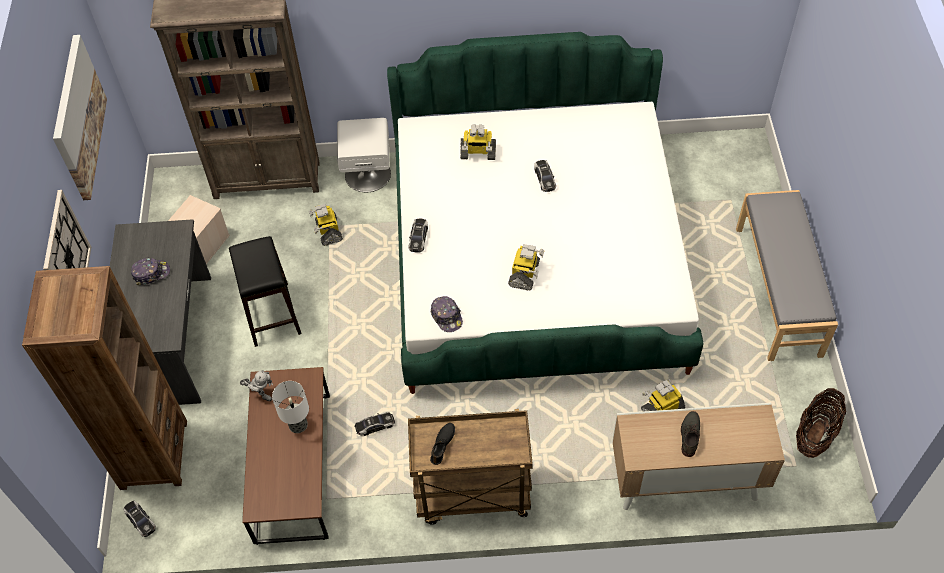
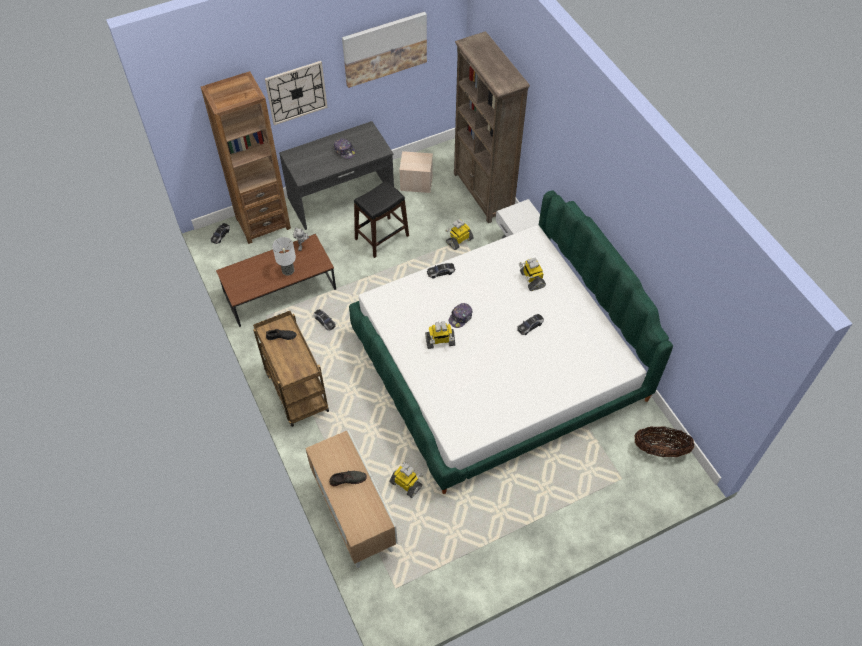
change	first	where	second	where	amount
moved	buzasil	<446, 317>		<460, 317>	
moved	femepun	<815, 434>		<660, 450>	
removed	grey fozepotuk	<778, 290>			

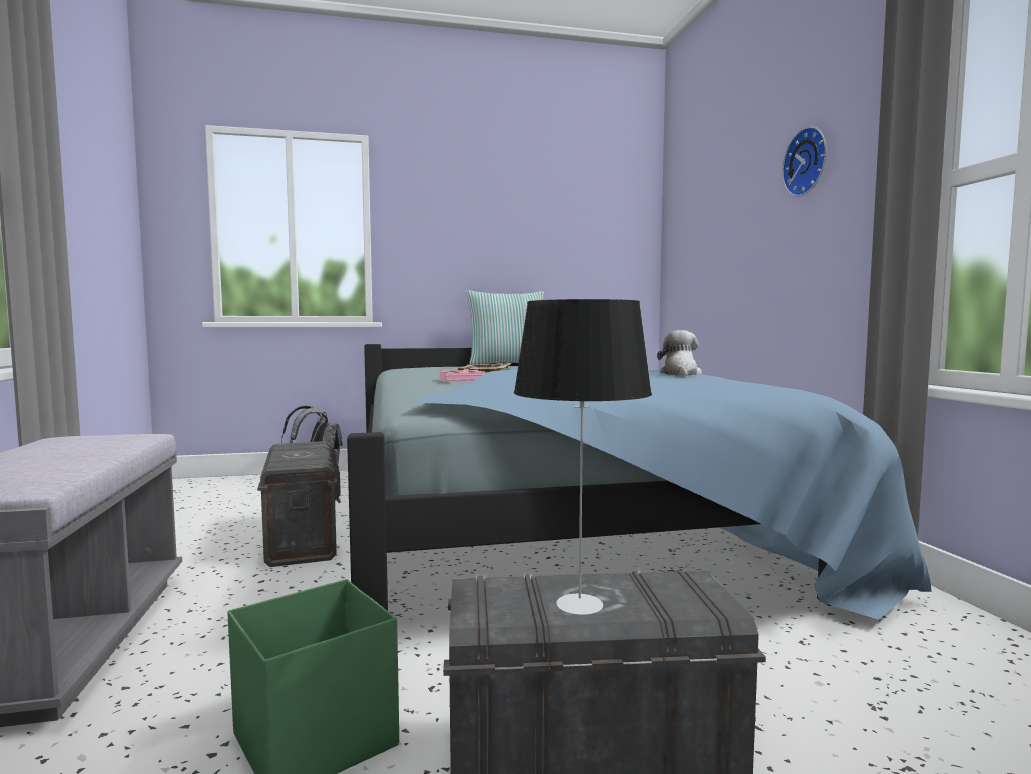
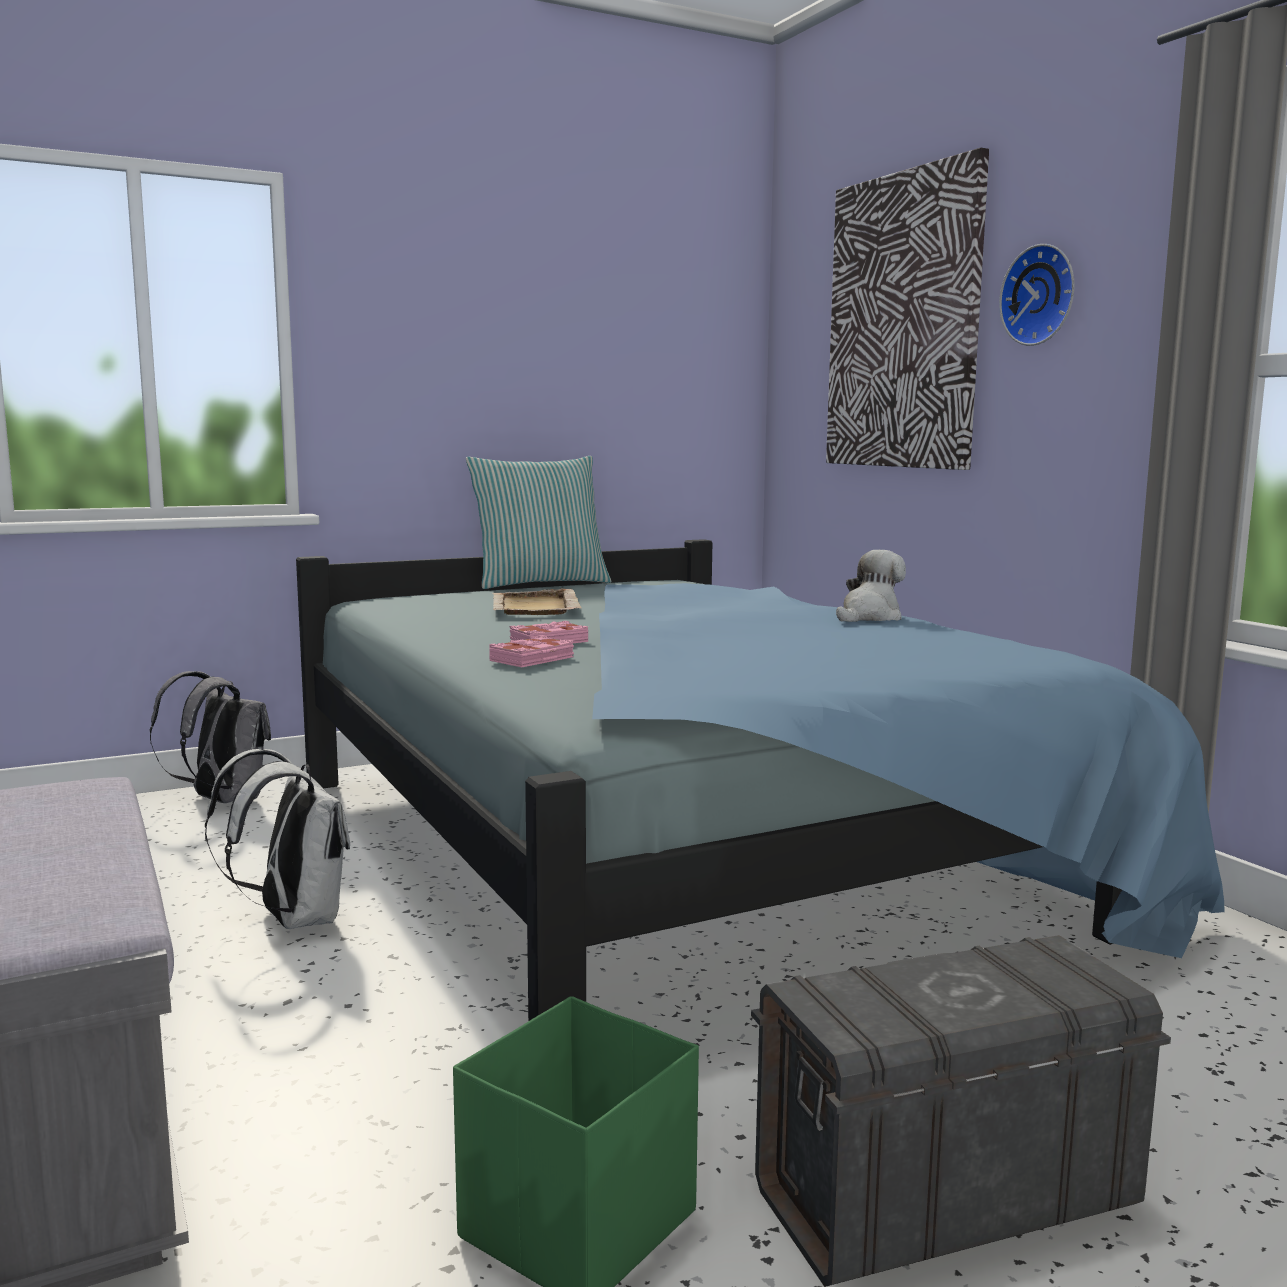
change	first	where	second	where	amount
replaced	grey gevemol	<302, 539>	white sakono	<293, 919>	
added			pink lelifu	<532, 659>	
added			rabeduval	<903, 322>	
turned	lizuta	<680, 374>		<869, 617>	45 degrees clockwise
removed	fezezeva	<581, 604>			

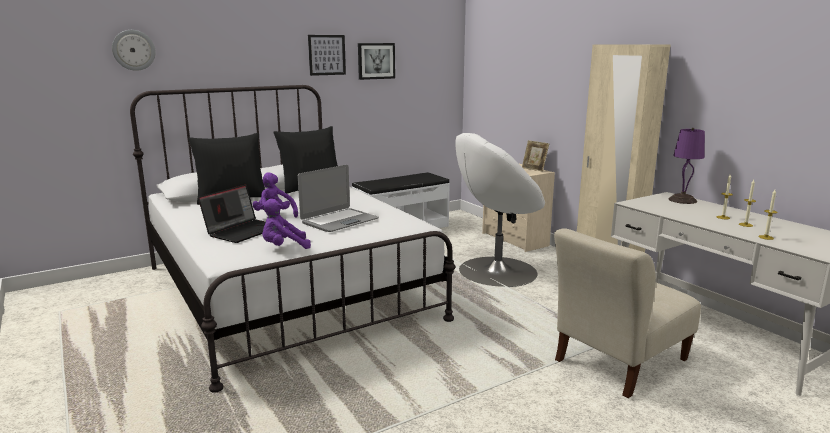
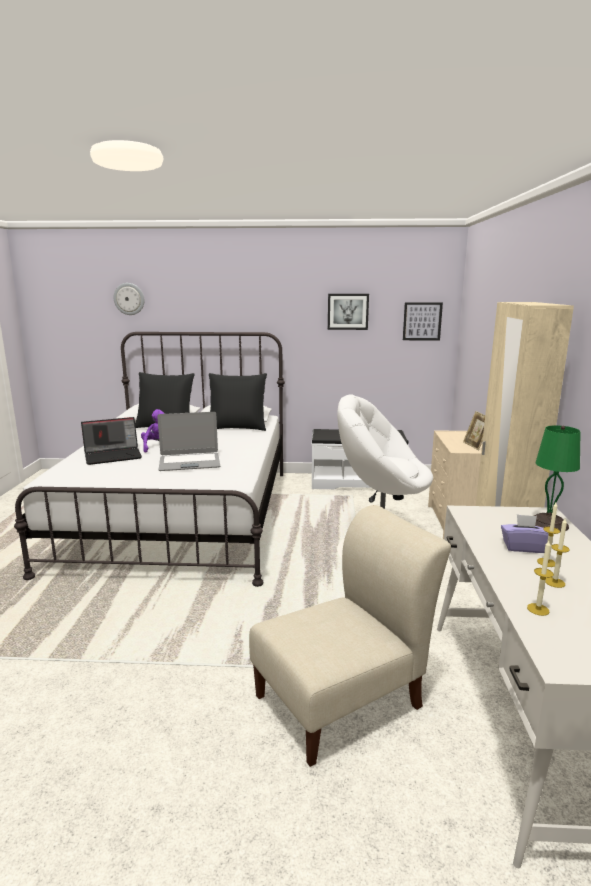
change	first	where	second	where	amount
turned	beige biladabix	<617, 362>		<344, 698>	150 degrees clockwise
moved	rabeduval	<327, 55>		<422, 321>	
added			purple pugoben	<523, 547>	
recoloured	purple fezezeva	<682, 200>	green fezezeva	<547, 524>	
removed	purple lizuta	<284, 247>			

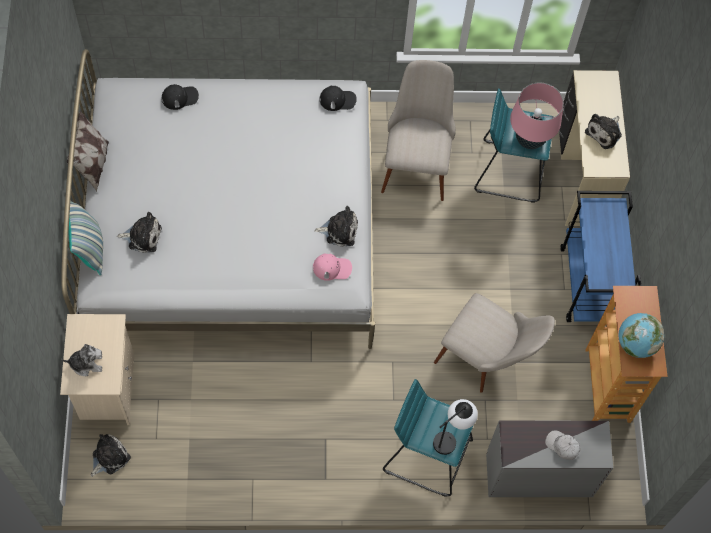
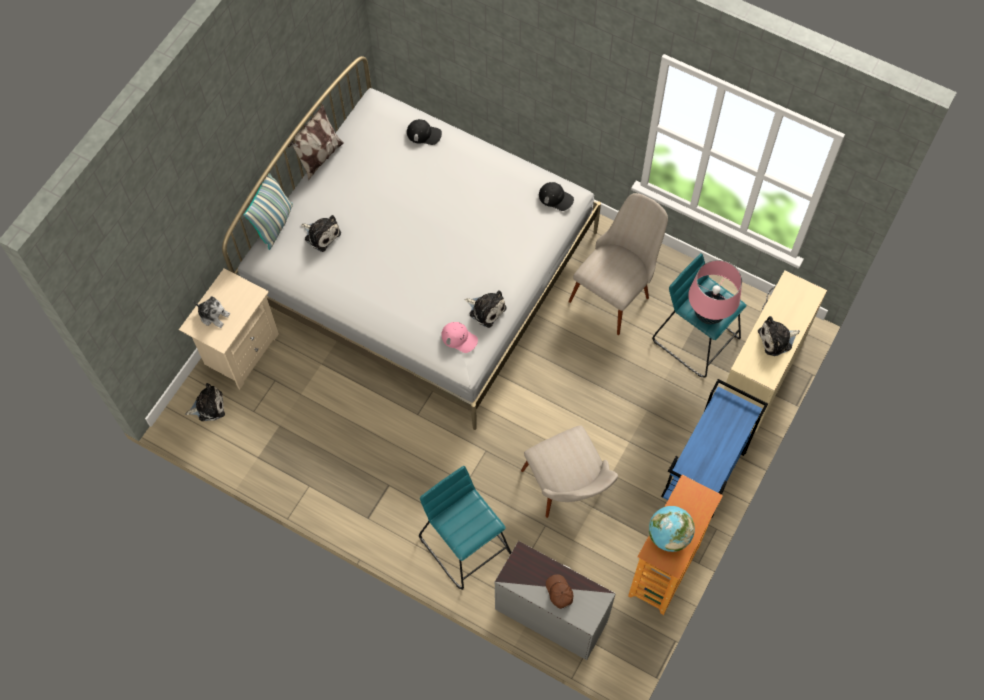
change	first	where	second	where	amount
recoloured	white buzasil	<562, 446>	brown buzasil	<559, 592>	
removed	fezezeva	<451, 437>			

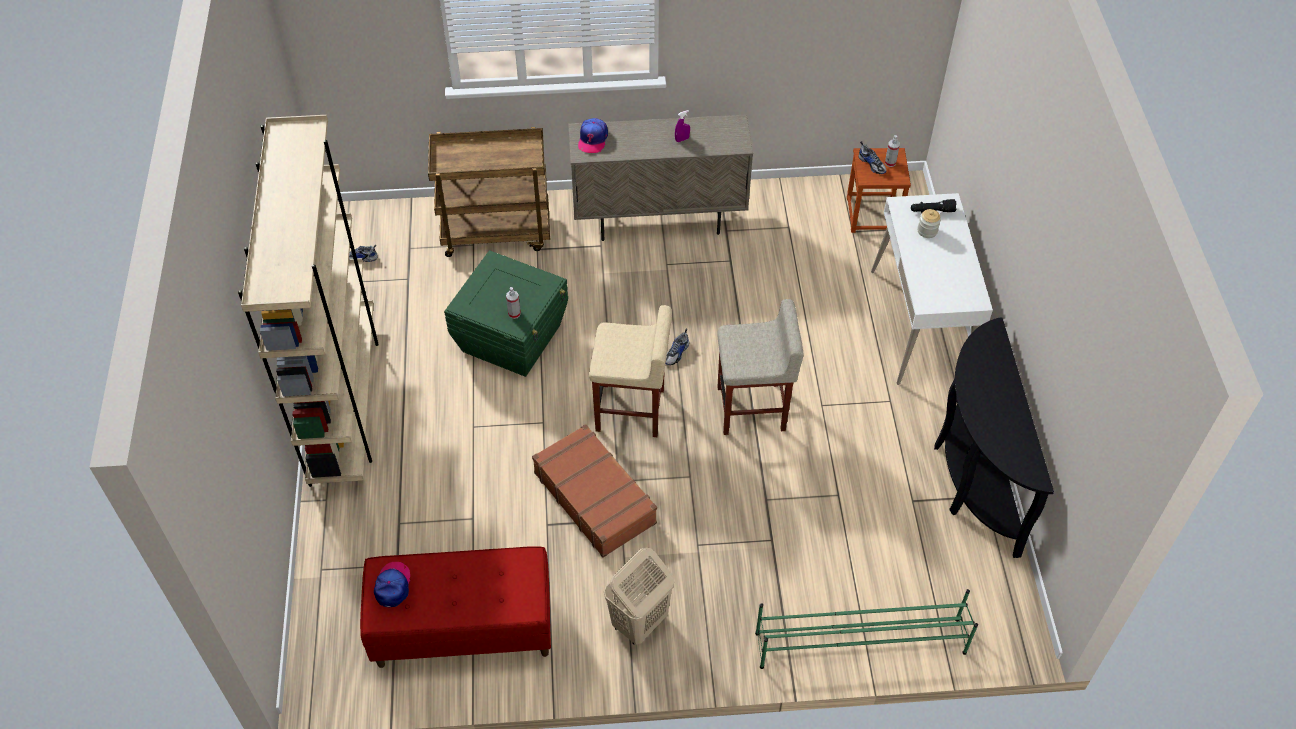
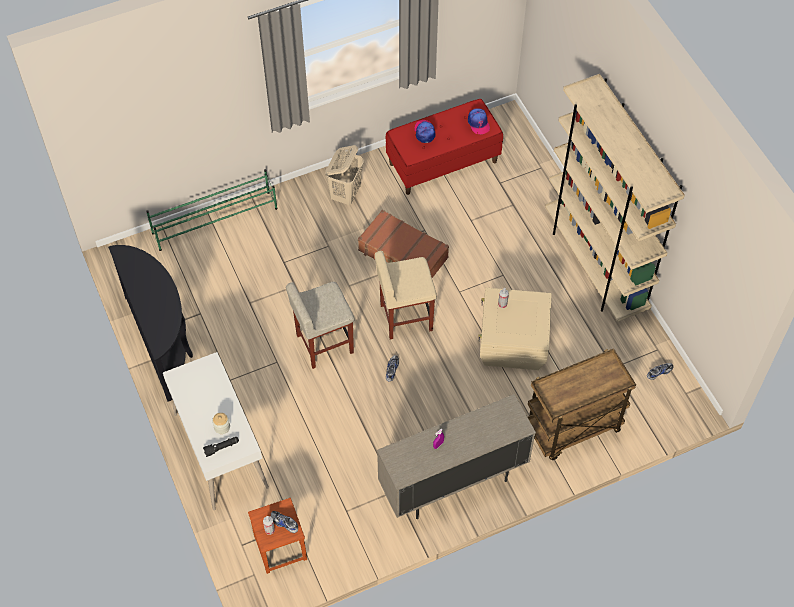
change	first	where	second	where	amount
moved	buzasil	<592, 139>		<424, 132>	
recoloured	green gevemol	<512, 338>	beige gevemol	<512, 345>	

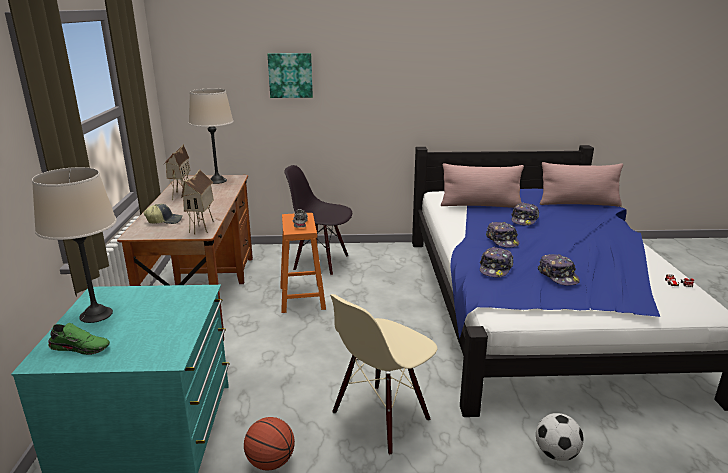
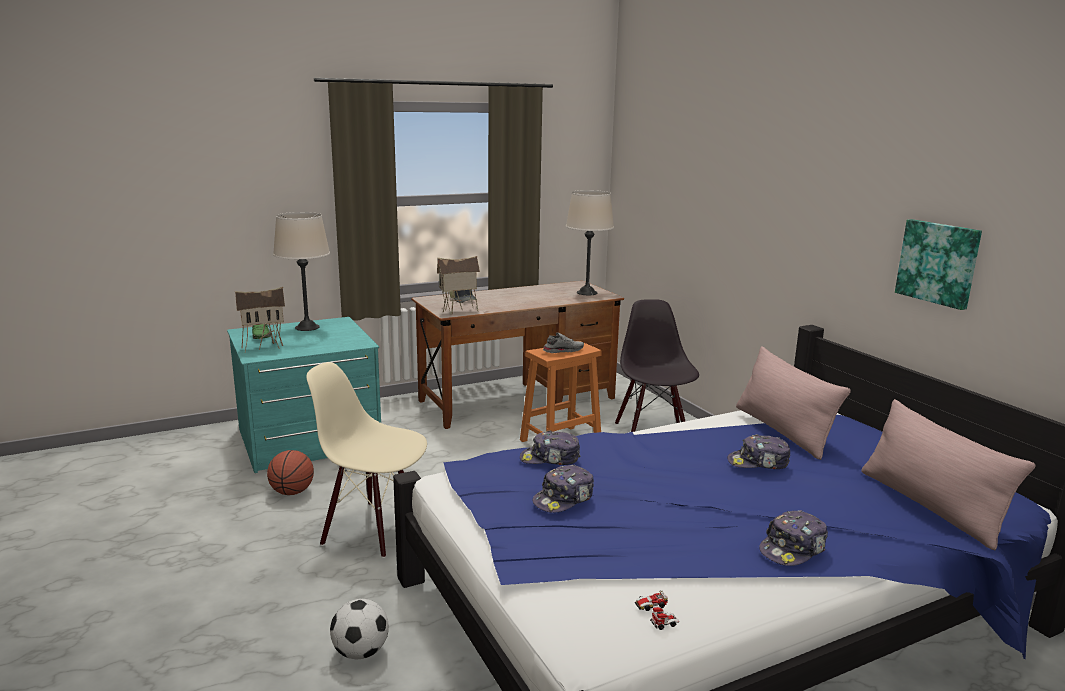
change	first	where	second	where	amount
moved	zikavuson	<180, 195>		<263, 347>	
moved	buzasil	<502, 240>		<793, 549>	
moved	rabeduval	<290, 75>		<938, 263>	

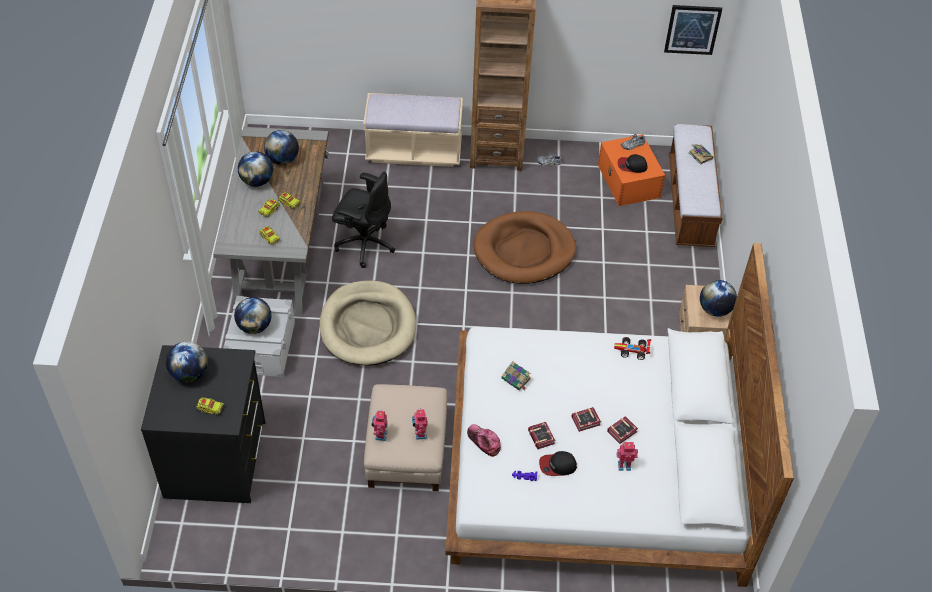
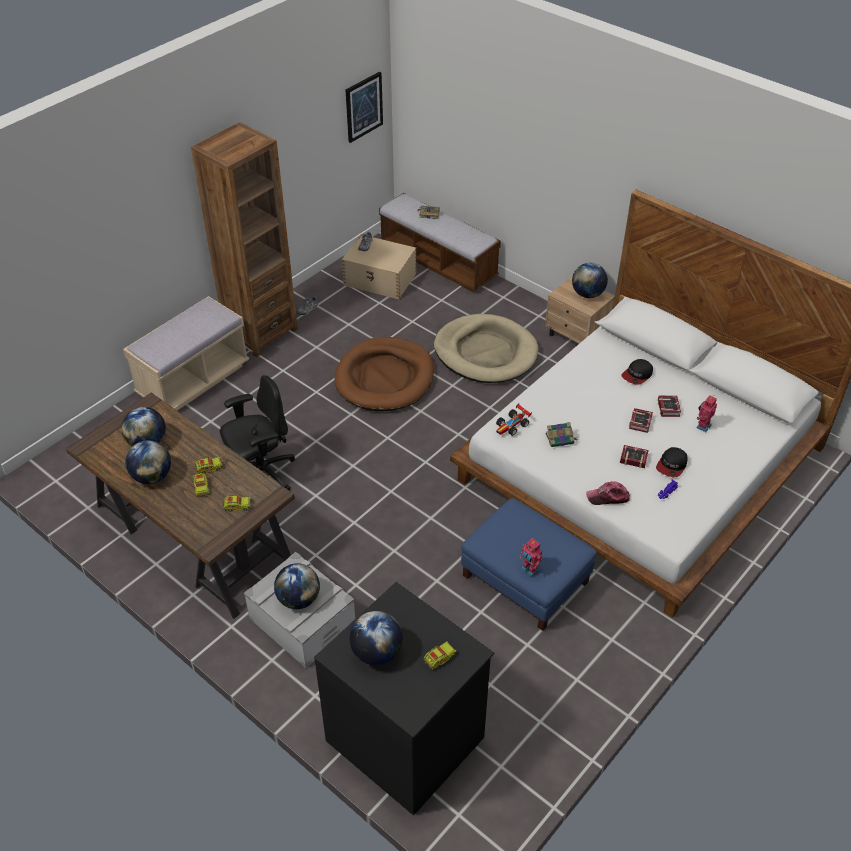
change	first	where	second	where	amount
recoloured	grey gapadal	<280, 246>	brown gapadal	<193, 536>	
recoloured	orange gevemol	<628, 181>	beige gevemol	<380, 279>	
moved	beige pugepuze	<367, 326>		<485, 352>	
recoloured	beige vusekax	<407, 451>	blue vusekax	<526, 578>	
moved	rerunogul	<632, 351>		<512, 425>	
moved	buzasil	<632, 166>		<637, 375>	
removed	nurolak	<419, 434>			

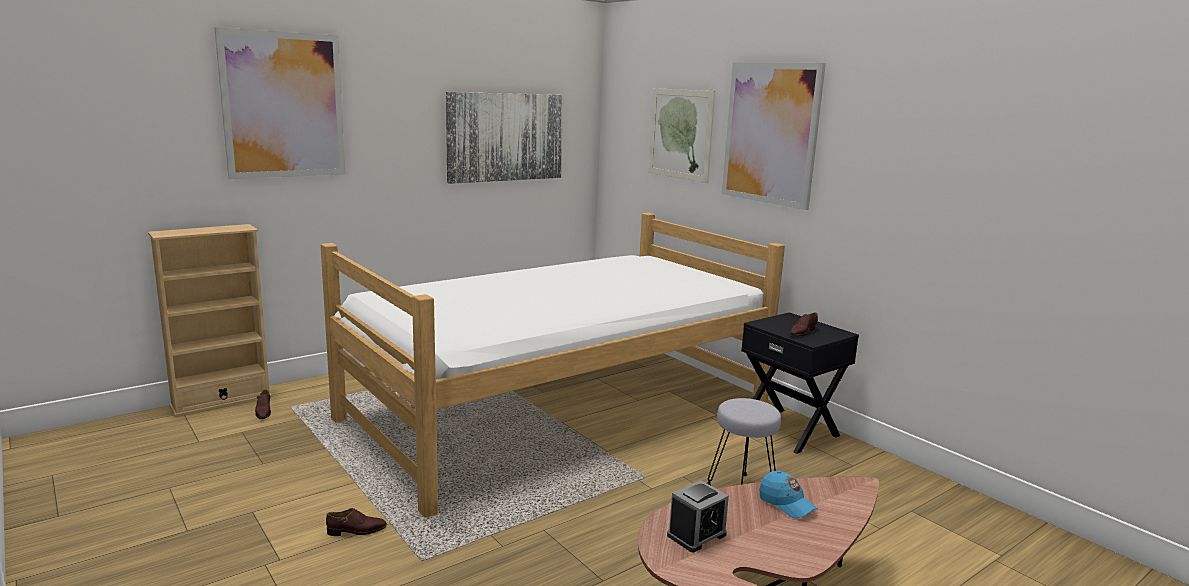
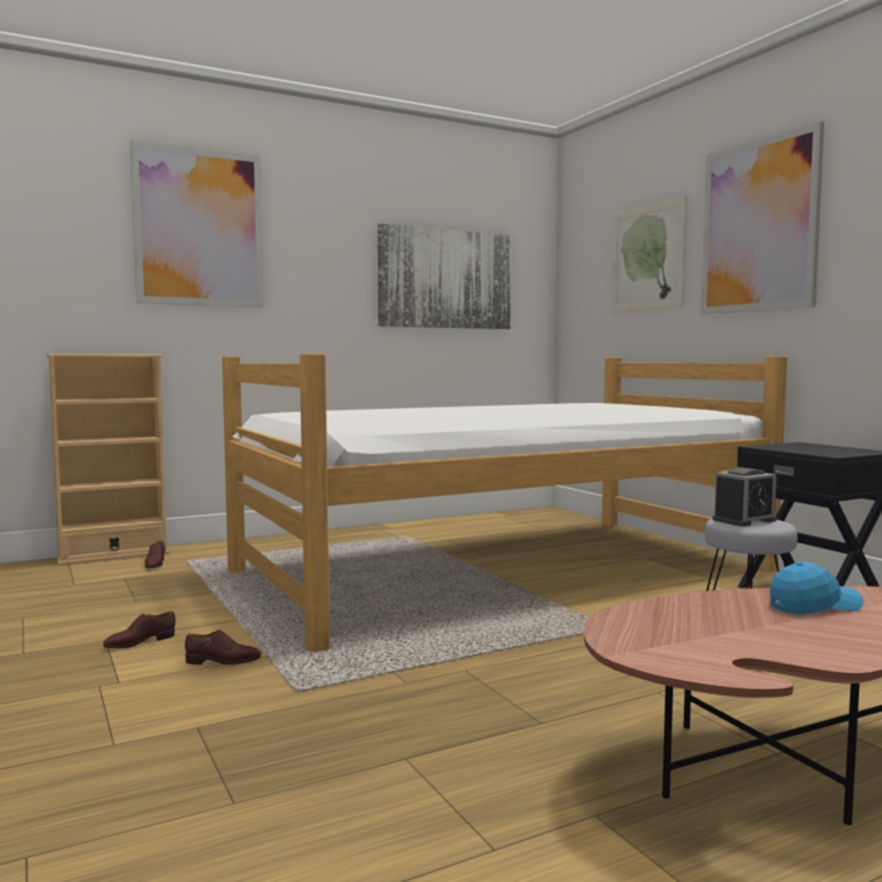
change	first	where	second	where	amount
moved	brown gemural	<802, 332>		<140, 642>	
moved	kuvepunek	<696, 535>		<744, 520>	
turned	blue buzasil	<786, 504>		<814, 606>	75 degrees counterclockwise

